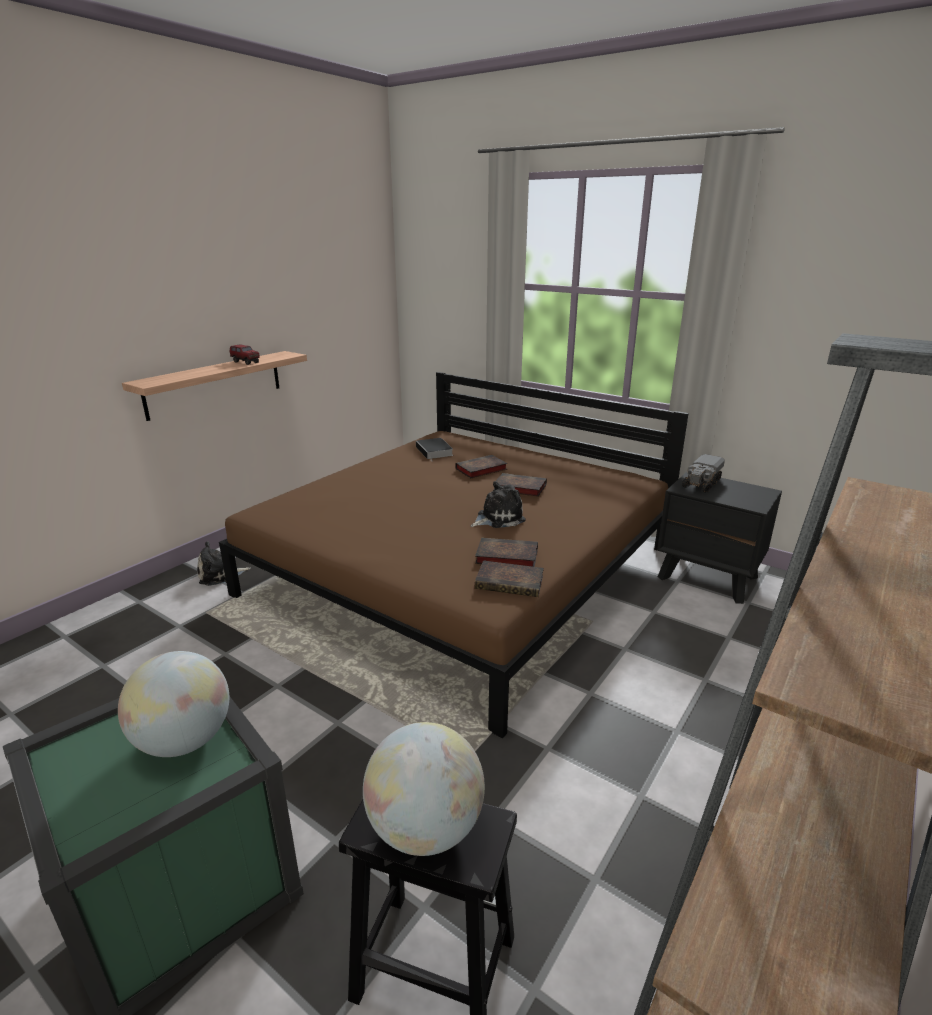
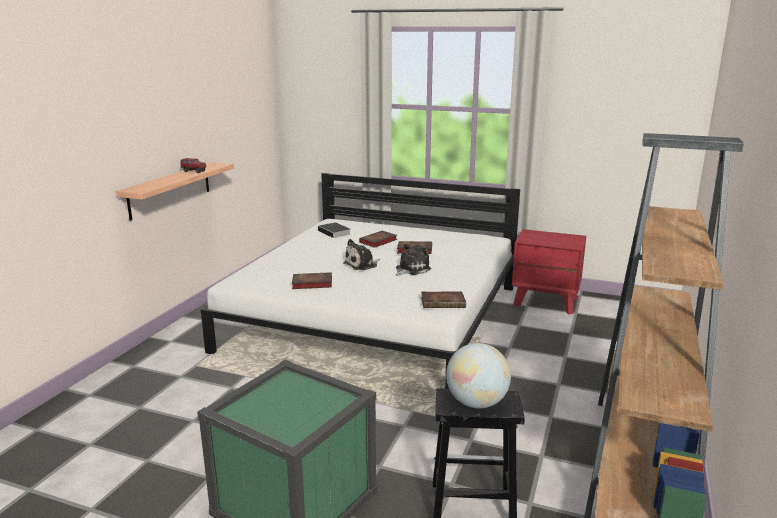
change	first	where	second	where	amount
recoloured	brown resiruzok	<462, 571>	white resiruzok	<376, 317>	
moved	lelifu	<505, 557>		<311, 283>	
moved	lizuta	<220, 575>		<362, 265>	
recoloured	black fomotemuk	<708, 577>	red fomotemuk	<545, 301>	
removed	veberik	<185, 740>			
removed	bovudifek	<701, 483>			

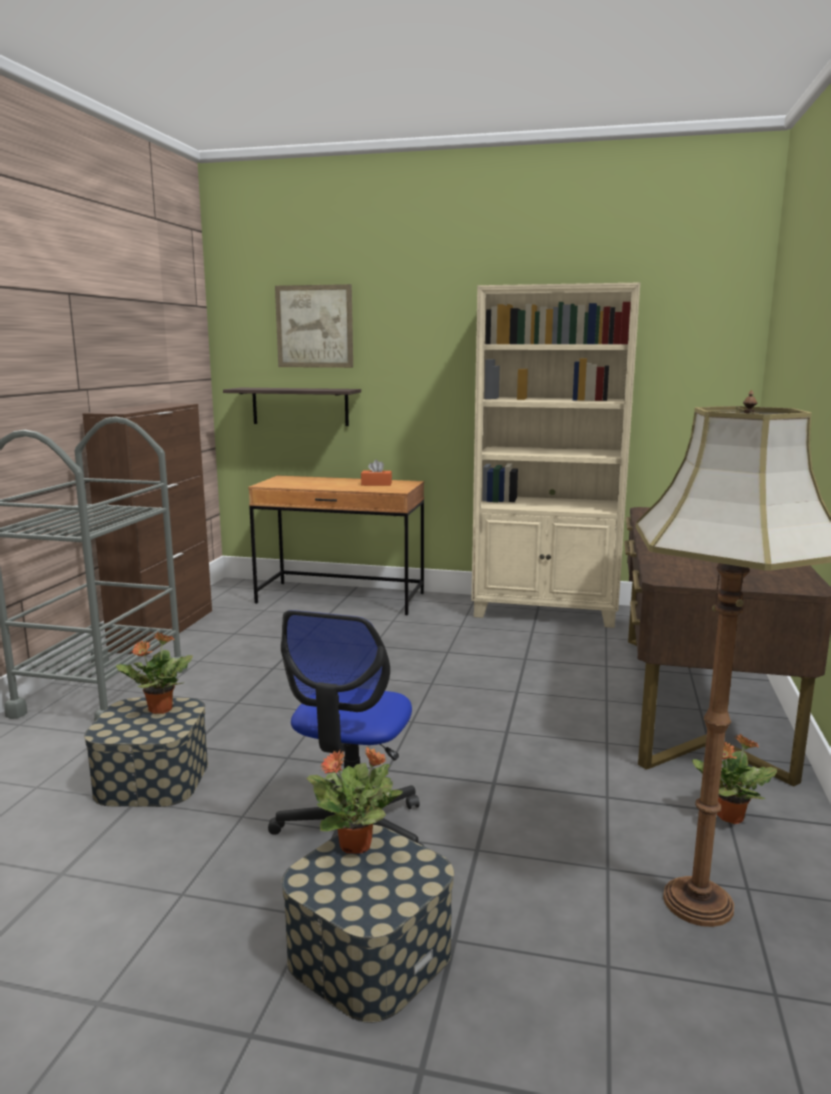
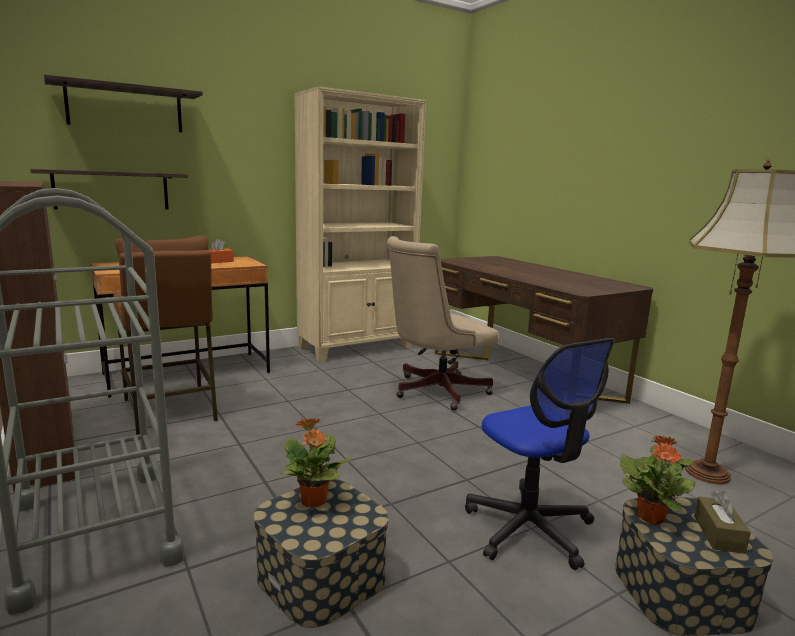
change	first	where	second	where	amount
replaced	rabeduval	<314, 326>	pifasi	<125, 108>	
added			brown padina	<170, 410>	
added			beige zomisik	<434, 391>	
added			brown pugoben	<718, 534>	
removed	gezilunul	<729, 817>			

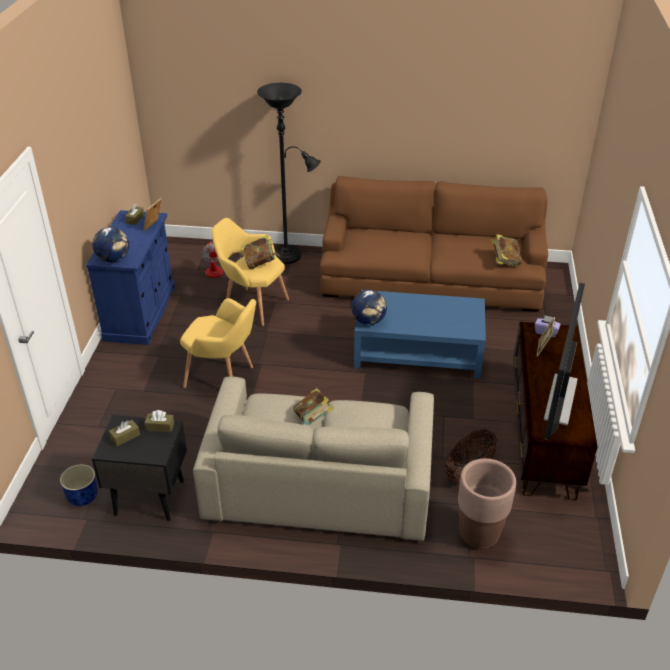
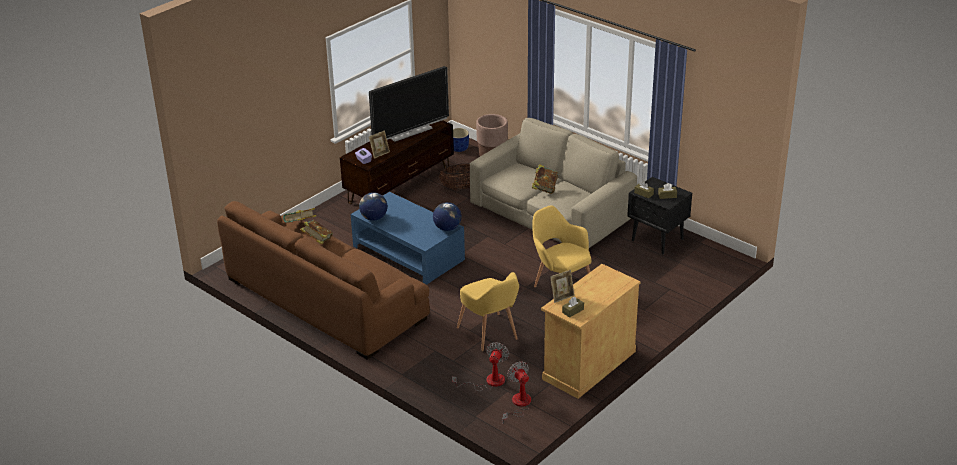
change	first	where	second	where	amount
moved	lelifu	<259, 263>		<317, 241>	
moved	veberik	<114, 259>		<373, 218>	
moved	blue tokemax	<83, 497>		<459, 148>	
added			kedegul	<518, 404>	
recoloured	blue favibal	<141, 313>	beige favibal	<589, 365>	
removed	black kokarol	<290, 256>			

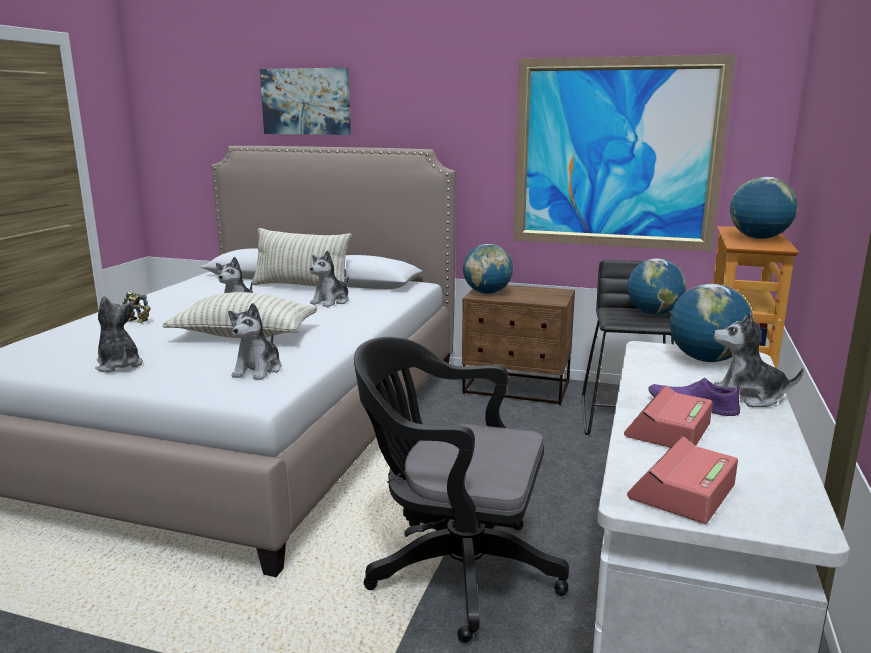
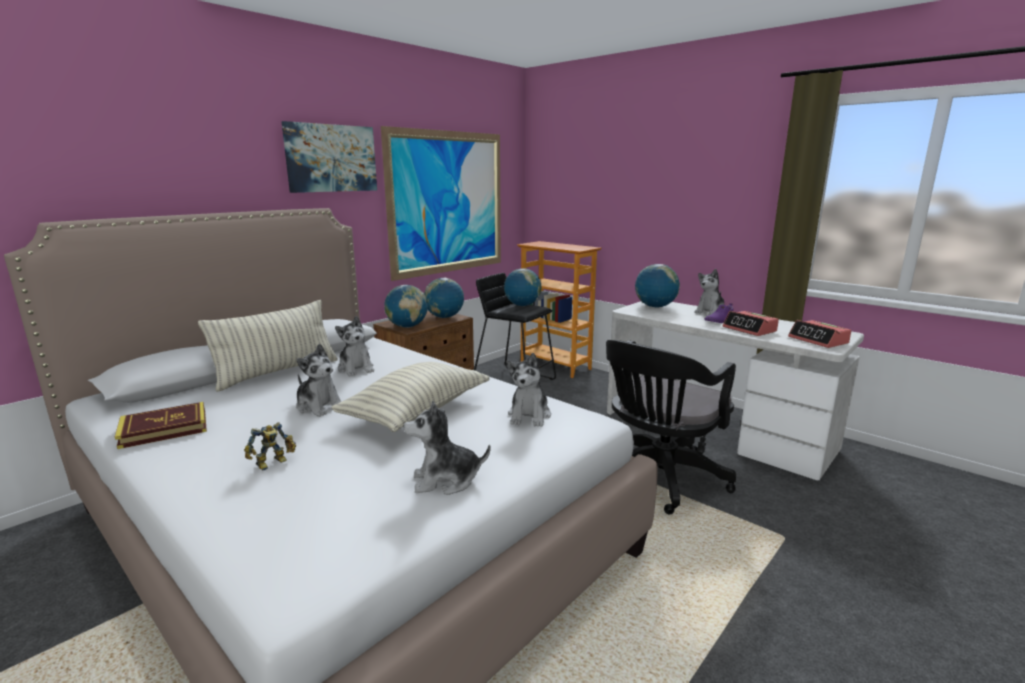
change	first	where	second	where	amount
added			lelifu	<164, 429>	
moved	rabeduval	<306, 101>		<331, 158>	
moved	veberik	<758, 238>		<444, 317>	
turned	lizuta	<258, 370>		<529, 415>	60 degrees clockwise

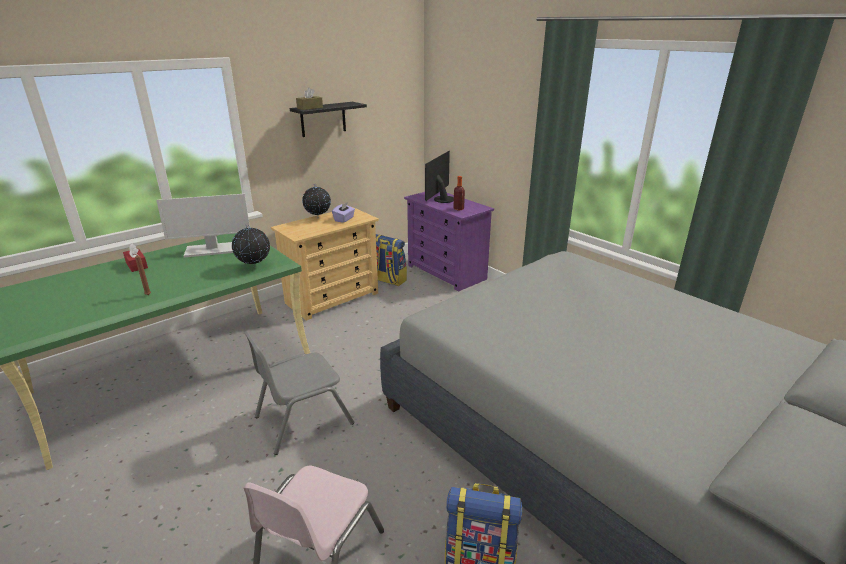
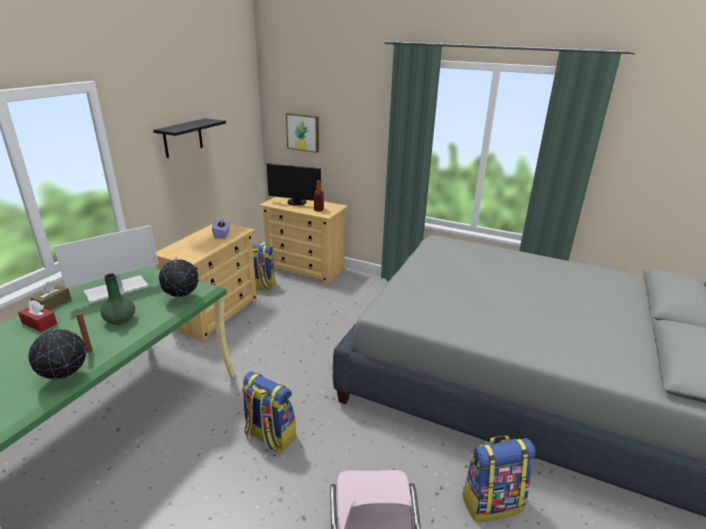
change	first	where	second	where	amount
moved	veberik	<318, 218>		<66, 378>	
moved	brown pugoben	<310, 108>		<53, 303>	
added			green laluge	<120, 319>	
replaced	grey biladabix	<303, 419>	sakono	<269, 436>	
recoloured	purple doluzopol	<446, 272>	beige doluzopol	<306, 268>	
turned	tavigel	<441, 199>		<296, 203>	75 degrees counterclockwise
added			rabeduval	<303, 132>	

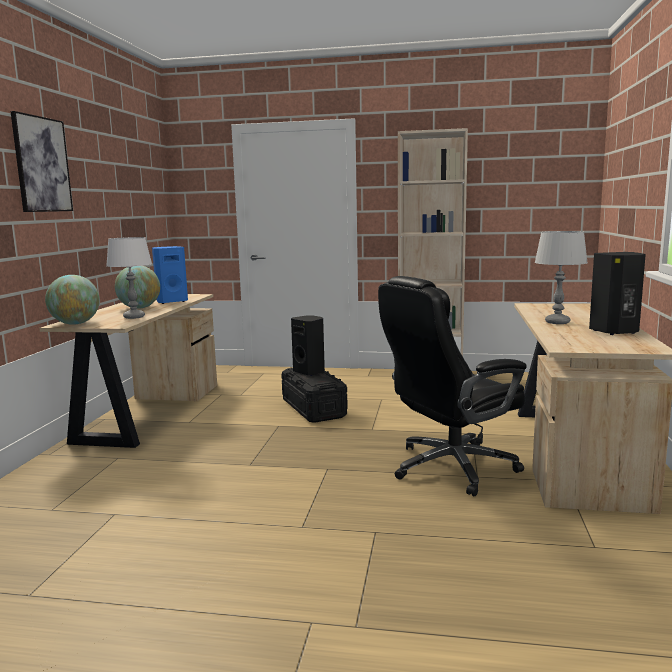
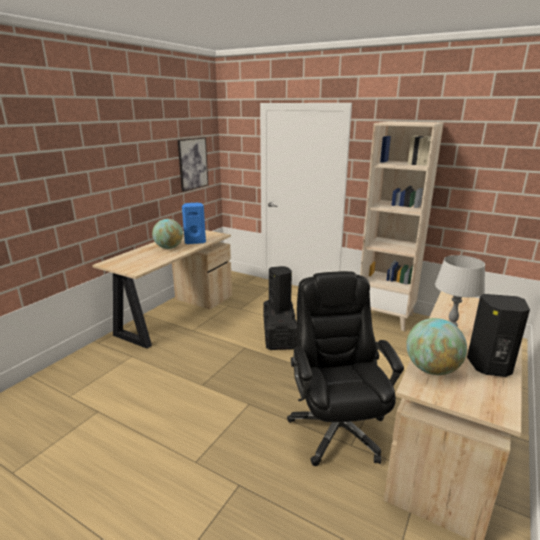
change	first	where	second	where	amount
moved	rabeduval	<42, 164>		<192, 164>	
turned	black zomisik	<450, 467>		<337, 428>	90 degrees clockwise
moved	veberik	<75, 324>		<431, 369>	
removed	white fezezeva	<134, 317>			

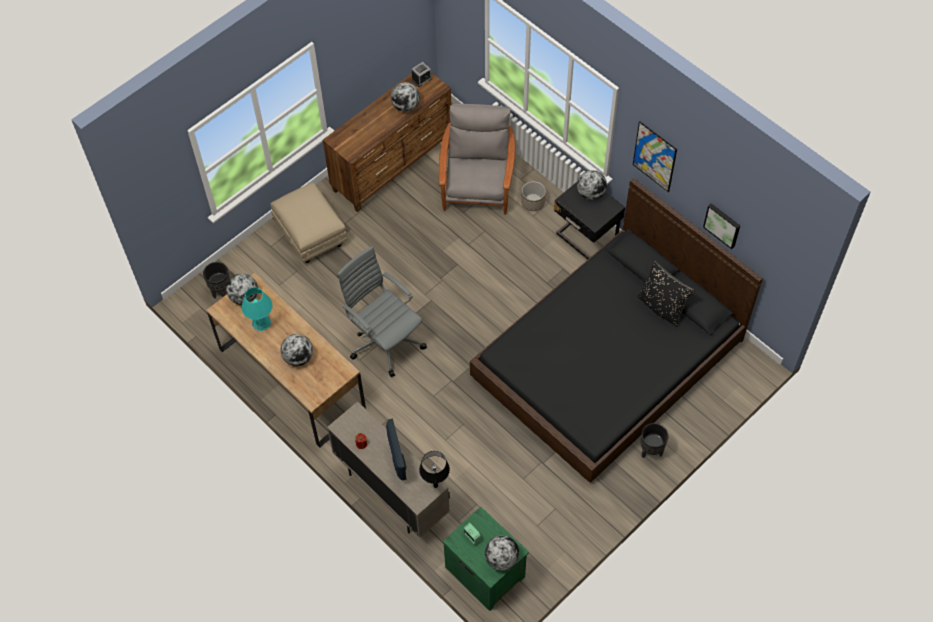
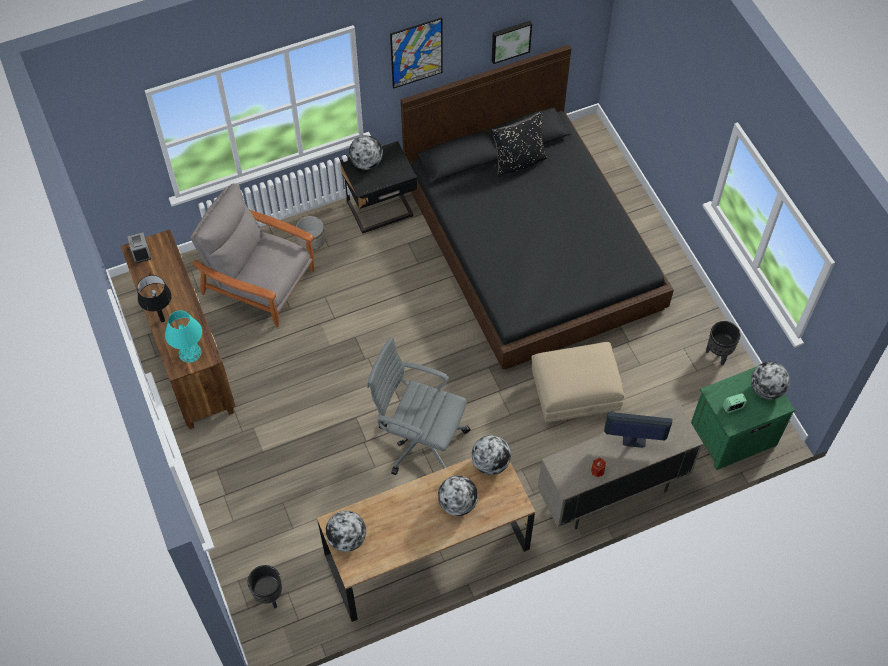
change	first	where	second	where	amount
moved	black fezezeva	<435, 485>		<162, 320>	
moved	turquoise fezezeva	<261, 322>		<189, 352>	
turned	grey zomisik	<385, 340>		<420, 439>	45 degrees clockwise
moved	veberik	<405, 106>		<490, 463>	
moved	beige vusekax	<311, 235>		<573, 396>	
moved	black tokemax	<651, 450>		<718, 354>	

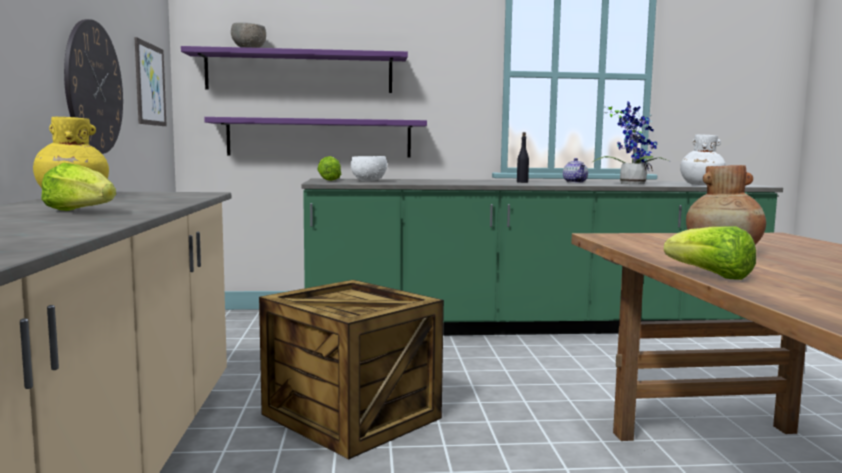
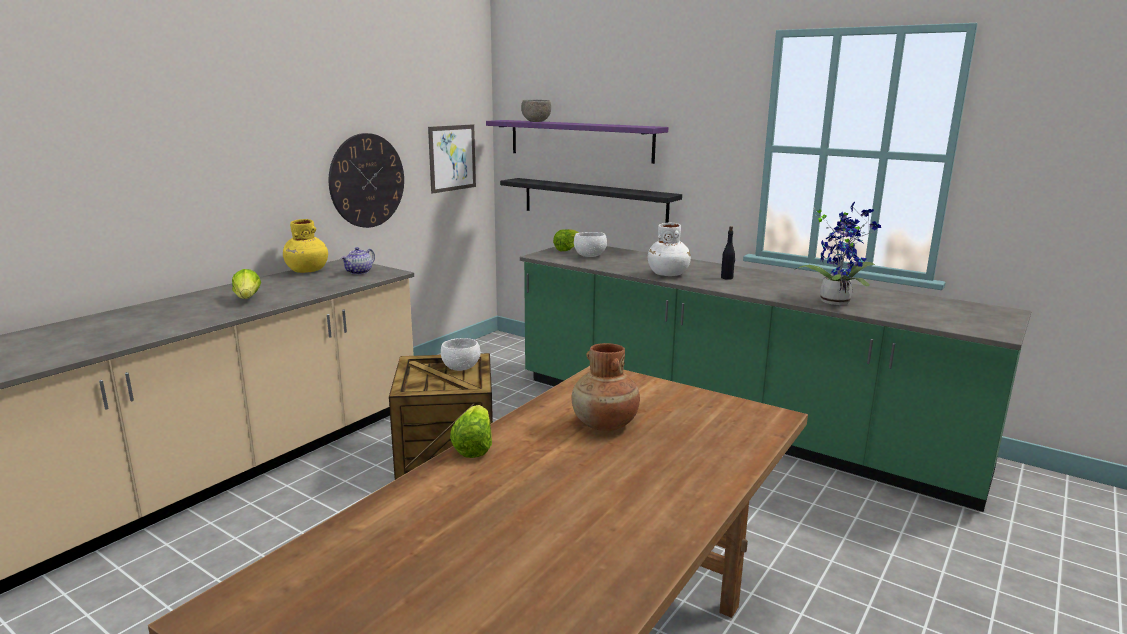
change	first	where	second	where	amount
moved	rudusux	<575, 182>		<359, 272>	
added			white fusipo	<461, 368>	
recoloured	purple pifasi	<319, 138>	black pifasi	<593, 202>	
moved	white laluge	<701, 184>		<668, 274>	

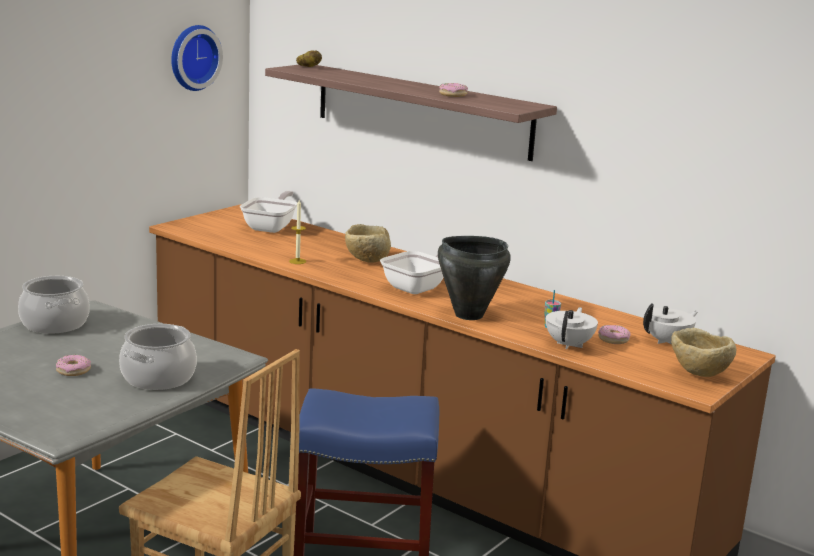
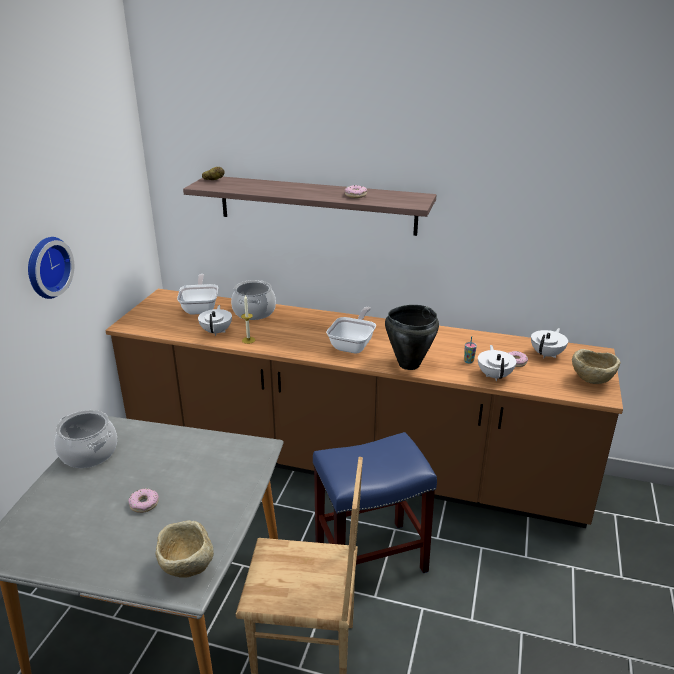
change	first	where	second	where	amount
moved	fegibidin	<192, 57>		<46, 267>	
moved	beige fusipo	<367, 261>		<187, 568>	
added			white rudusux	<217, 331>	
moved	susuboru	<158, 377>		<254, 312>	

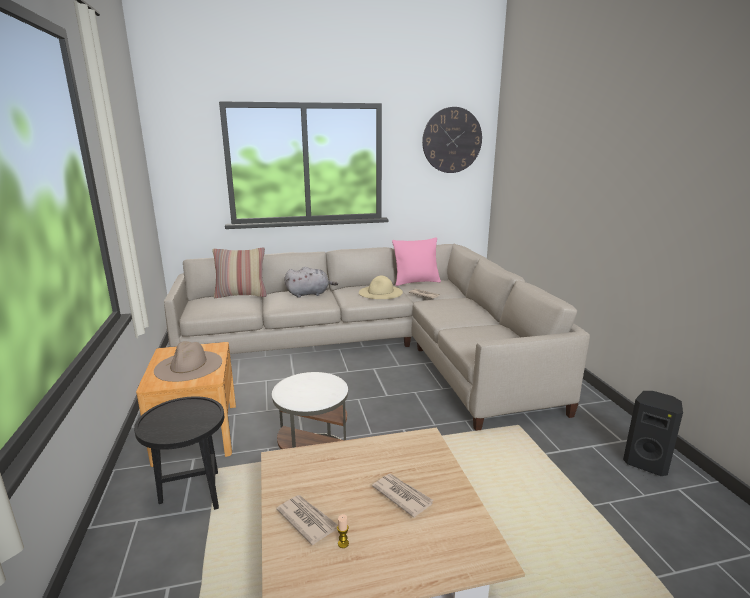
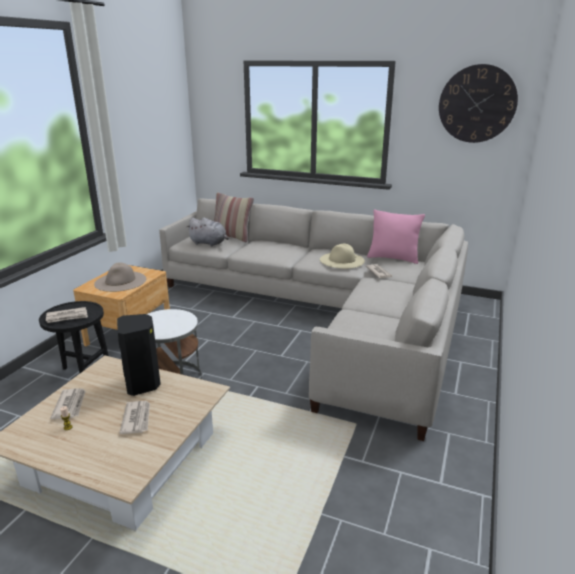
change	first	where	second	where	amount
added			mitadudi	<67, 317>	
moved	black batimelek	<646, 463>		<143, 384>	
moved	grey lizuta	<309, 294>		<209, 243>	

